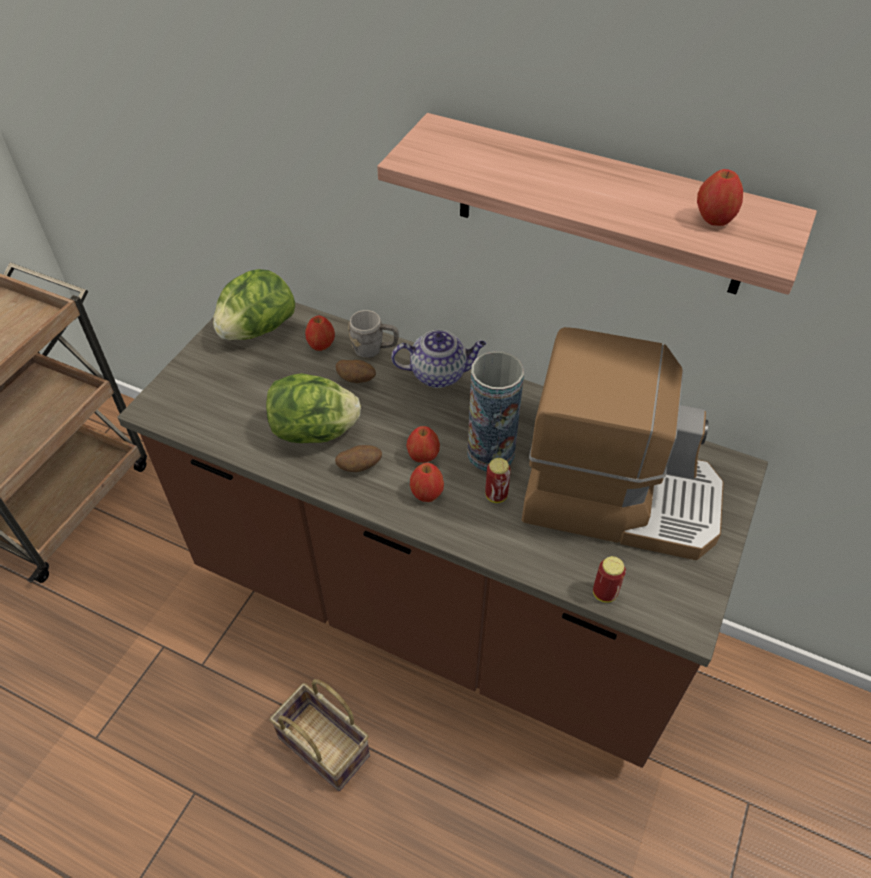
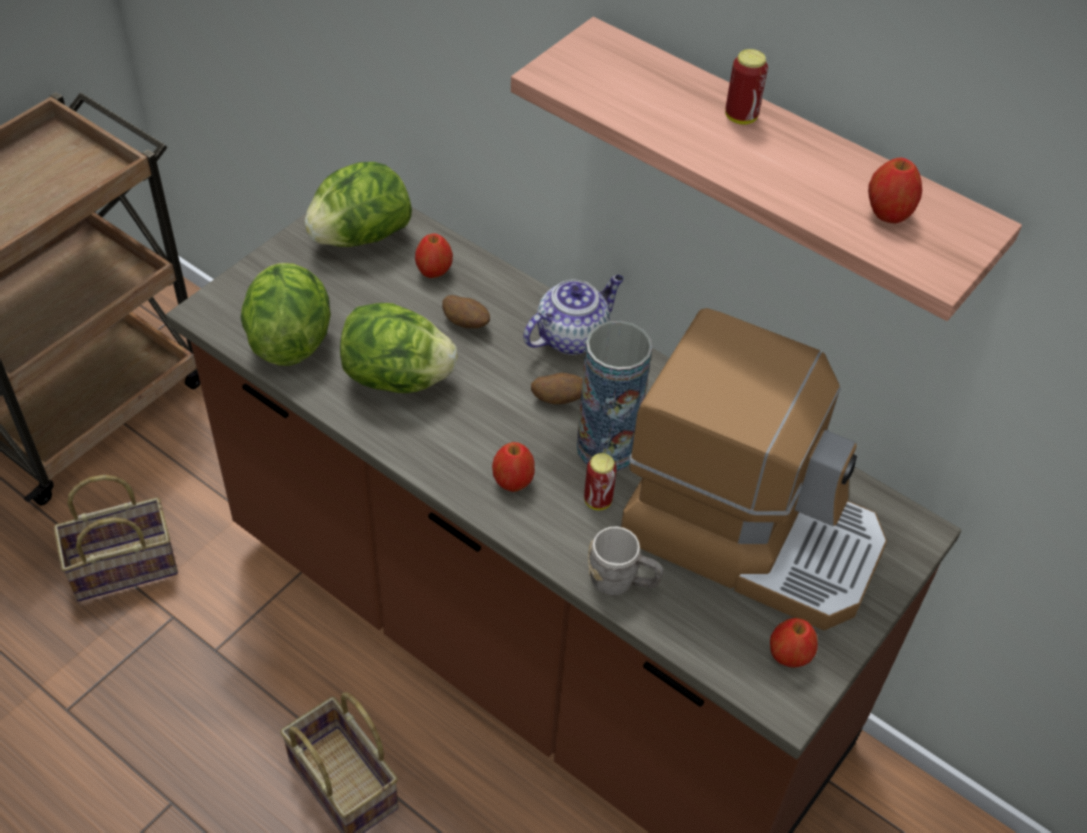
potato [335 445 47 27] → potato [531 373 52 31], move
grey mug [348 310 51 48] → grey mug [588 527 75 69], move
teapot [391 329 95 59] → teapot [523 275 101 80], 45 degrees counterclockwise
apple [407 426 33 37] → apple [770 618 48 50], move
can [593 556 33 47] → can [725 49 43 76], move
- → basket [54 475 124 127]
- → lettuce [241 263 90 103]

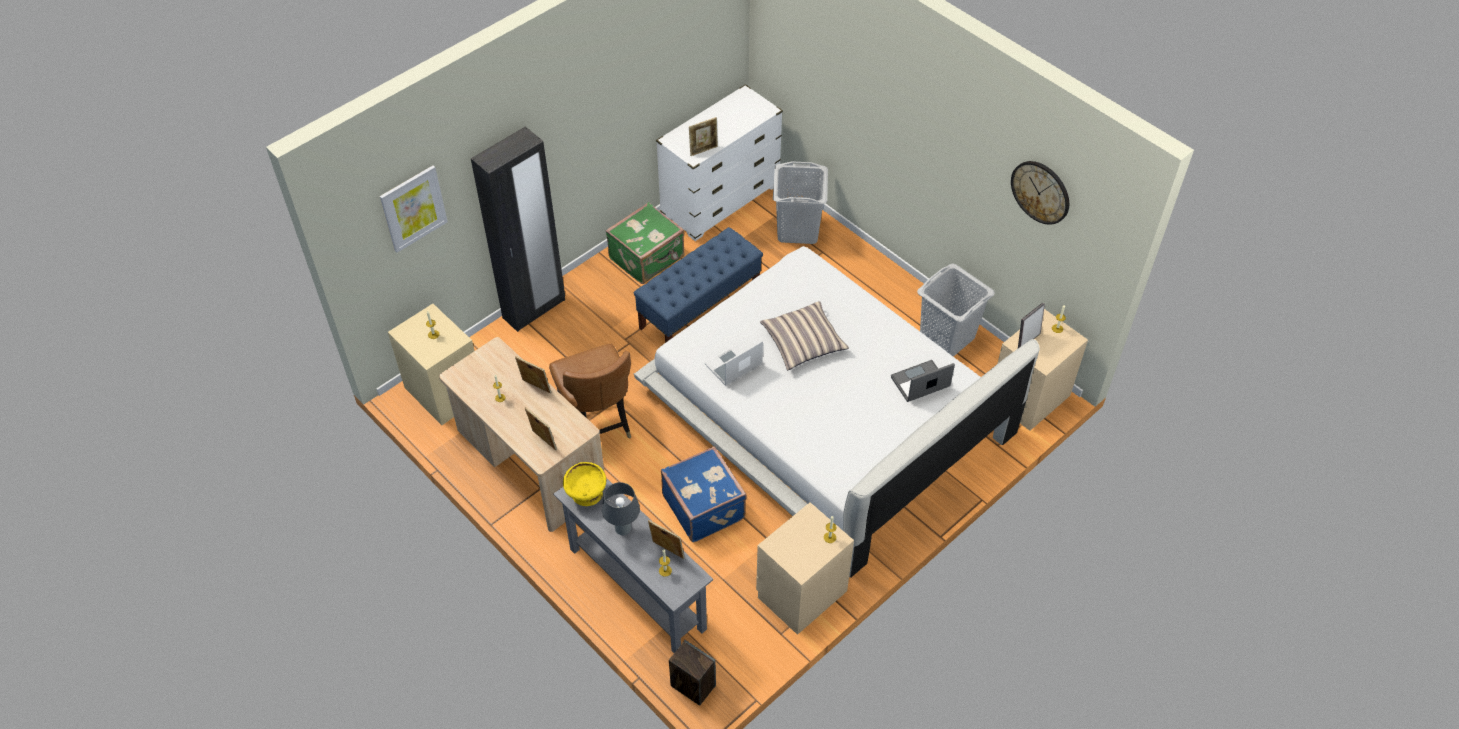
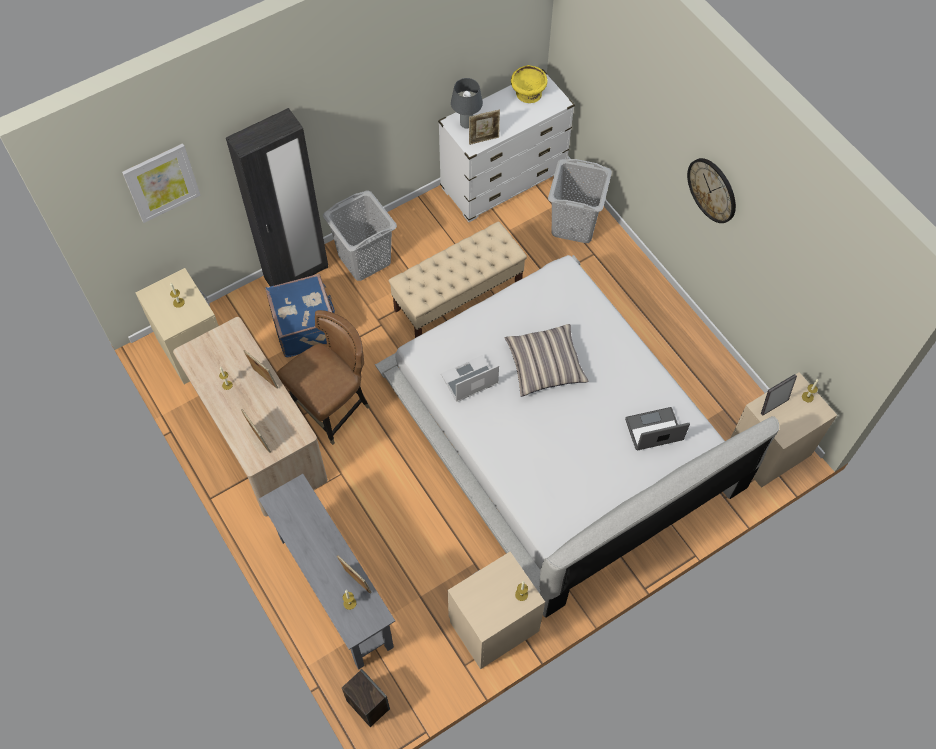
brown chair [549 344 82 95] → brown chair [276 310 94 135], 120 degrees counterclockwise
yellow bowl [563 462 44 44] → yellow bowl [511 65 37 38], move
grey table lamp [602 482 38 53] → grey table lamp [451 78 32 51], move
green suitcase [606 202 78 82] → -
blue bench [634 227 129 116] → beige bench [389 221 138 117]
blue suitcase [661 446 86 96] → blue suitcase [265 274 70 84], move
grey laundry basket [917 264 78 93] → grey laundry basket [323 190 74 91], move
wall clock [1011 161 58 64] → wall clock [687 158 49 65], move

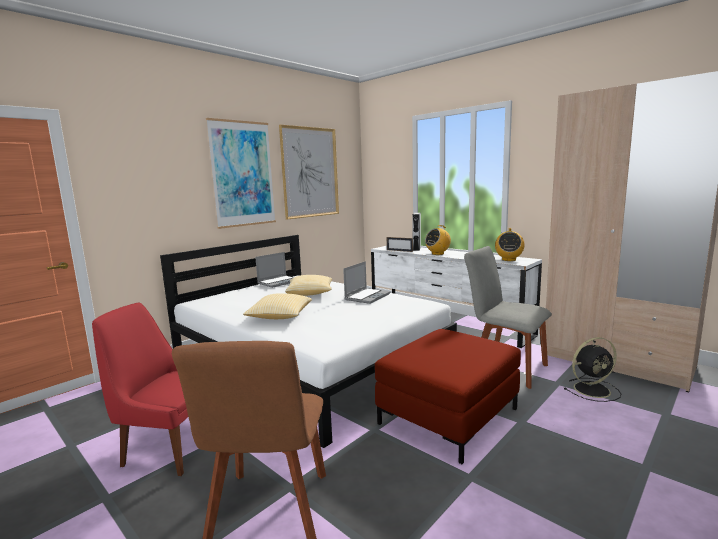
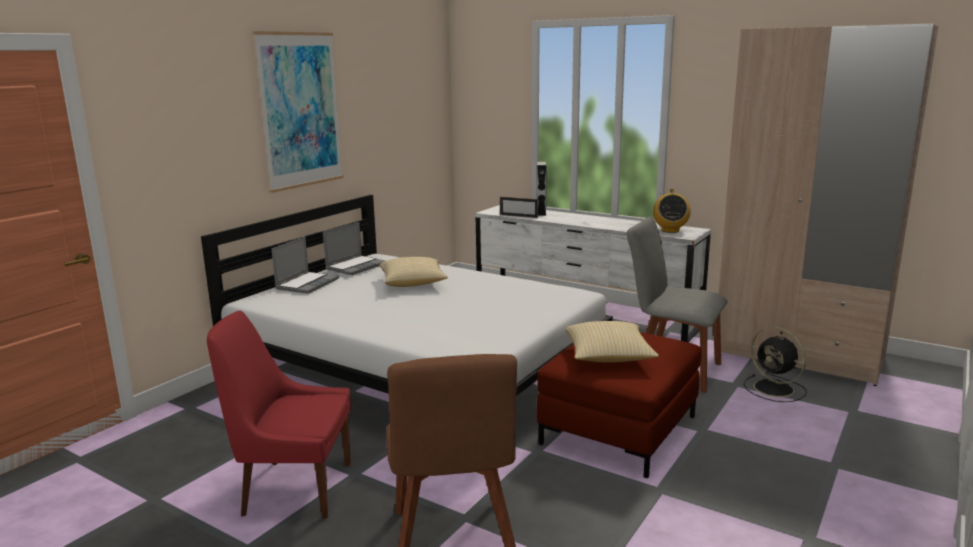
pillow [243 293 69 26] → pillow [565 321 94 41], move
picture [279 125 60 95] → -
laptop [343 261 47 43] → laptop [271 236 68 58], move
radio [425 225 26 30] → -
black fan [564 337 57 65] → black fan [744 327 63 75], 75 degrees clockwise

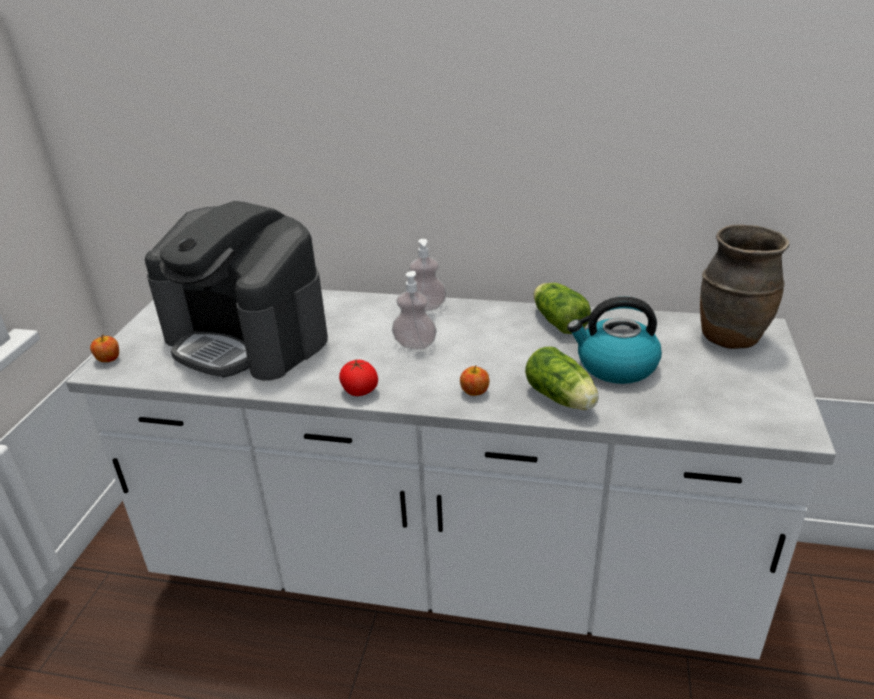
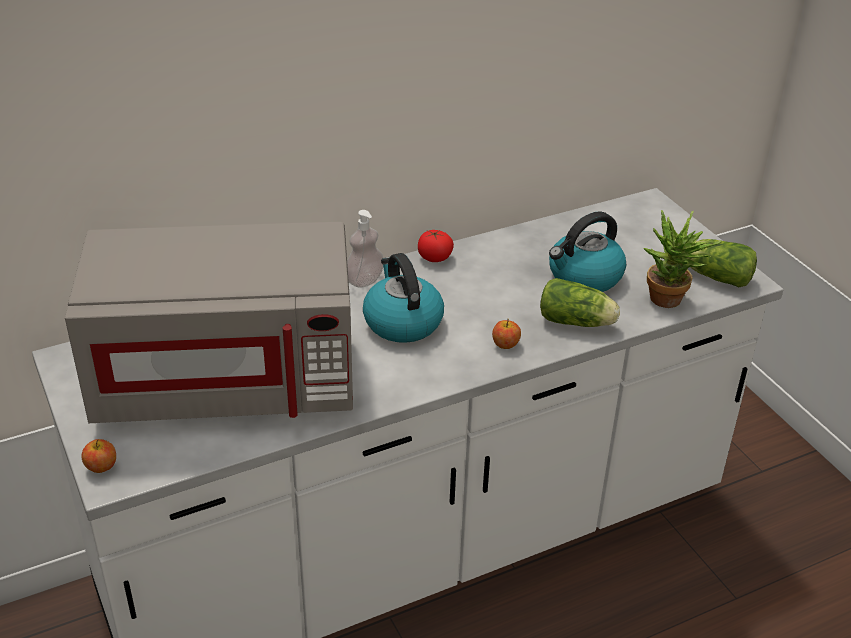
coffee machine [145 201 183 180] → grey microwave [65 222 288 201]
tomato [339 360 39 36] → tomato [418 230 36 32], move
soap dispenser [392 271 45 79] → kettle [363 253 81 90]
lettuce [533 283 58 51] → lettuce [687 239 70 48], move
brown vase [700 225 89 124] → -
- → potted plant [643 210 79 98]

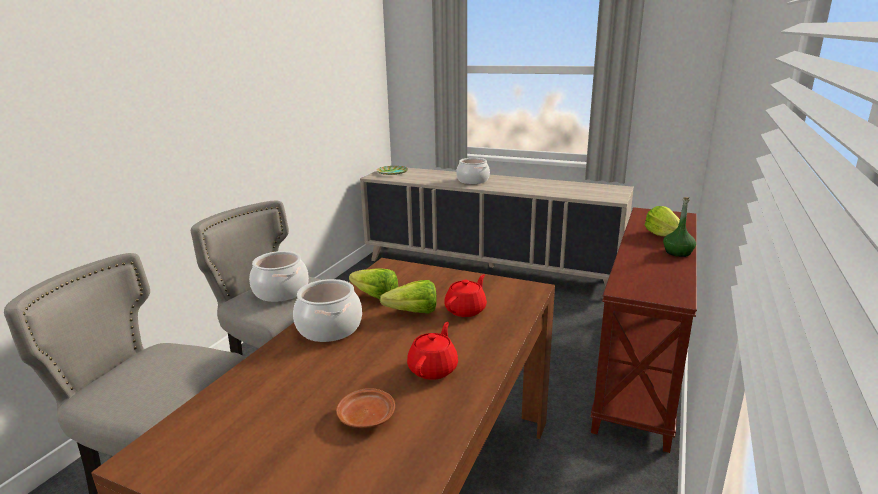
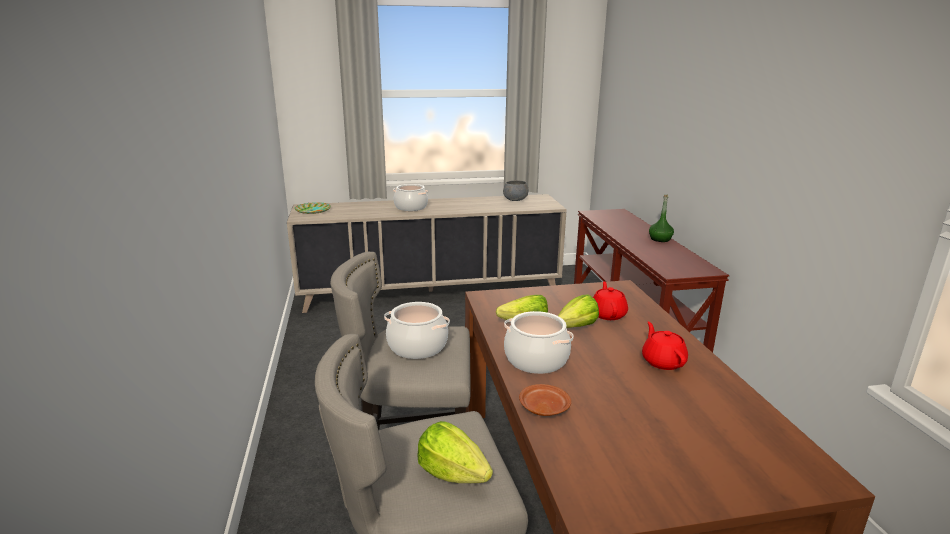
brown plate [336 388 59 40] → brown plate [519 384 52 32], move
lettuce [645 206 35 30] → lettuce [417 421 76 62], move
- → grey bowl [503 180 25 21]

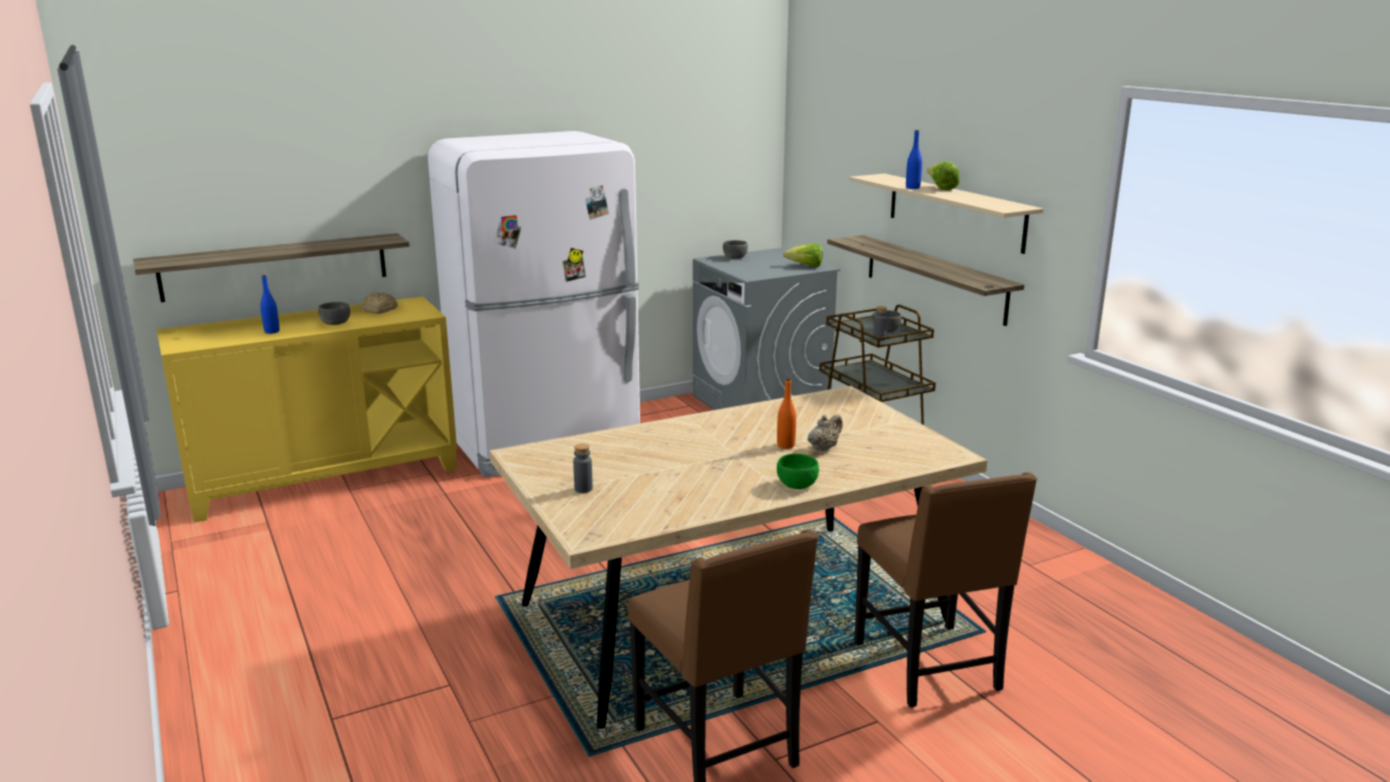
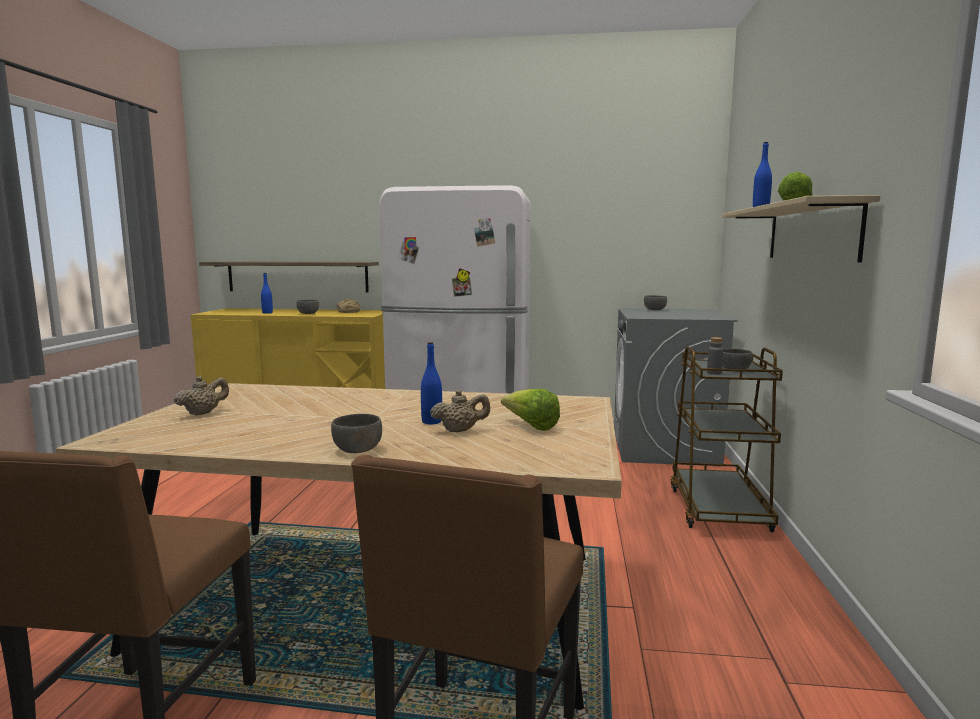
grey bottle [573 443 20 50] → beige teapot [174 376 55 40]
orange bottle [777 378 19 71] → blue bottle [421 342 21 82]
green bowl [777 454 42 35] → grey bowl [331 414 51 39]
lettuce [783 243 40 24] → lettuce [501 389 59 42], move
shelf [827 235 197 91] → -

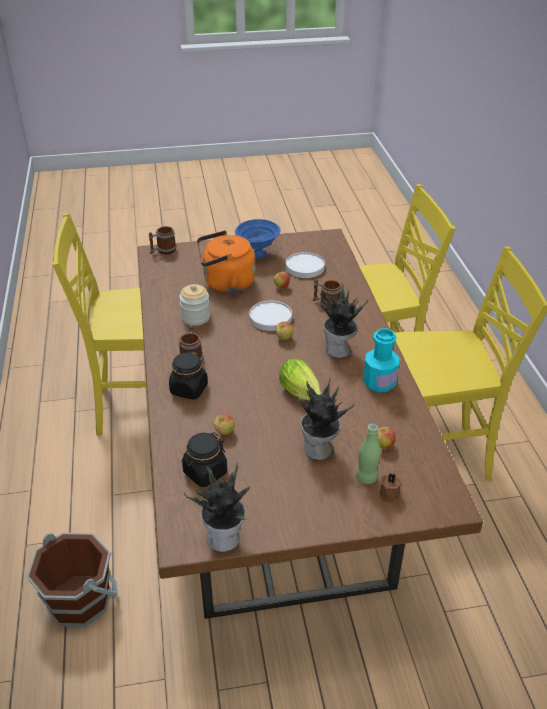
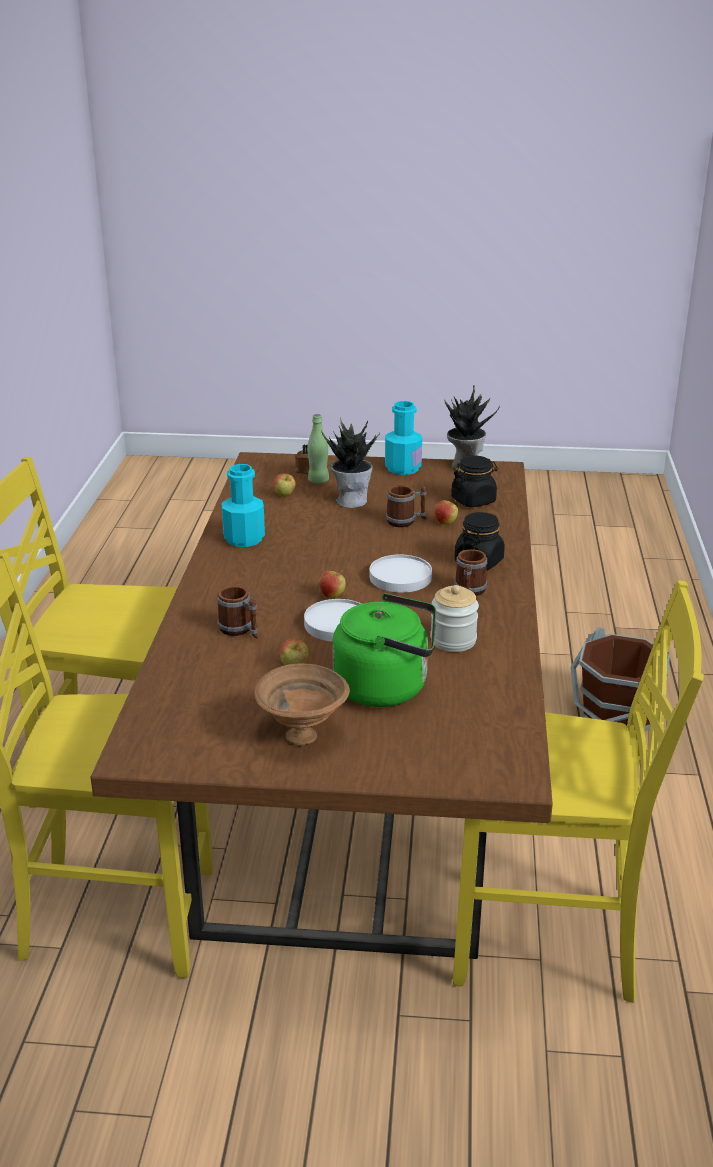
mug [149 226 28 28] → mug [386 486 41 41], move
orange kettle [197 230 59 63] → green kettle [332 593 104 114]
blue bowl [235 219 46 40] → brown bowl [254 664 96 81]
lettuce [279 359 42 42] → -
white plate [286 252 39 26] → white plate [370 555 62 38], move
potted plant [320 285 48 73] → -
- → turquoise bottle [385 401 37 74]

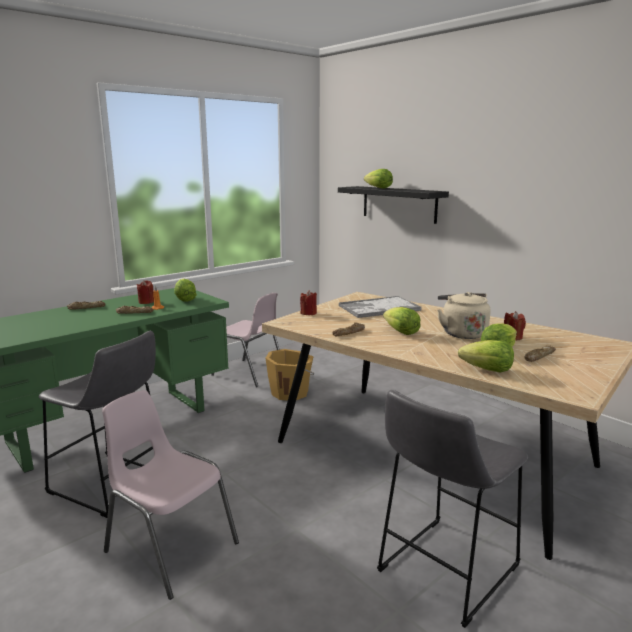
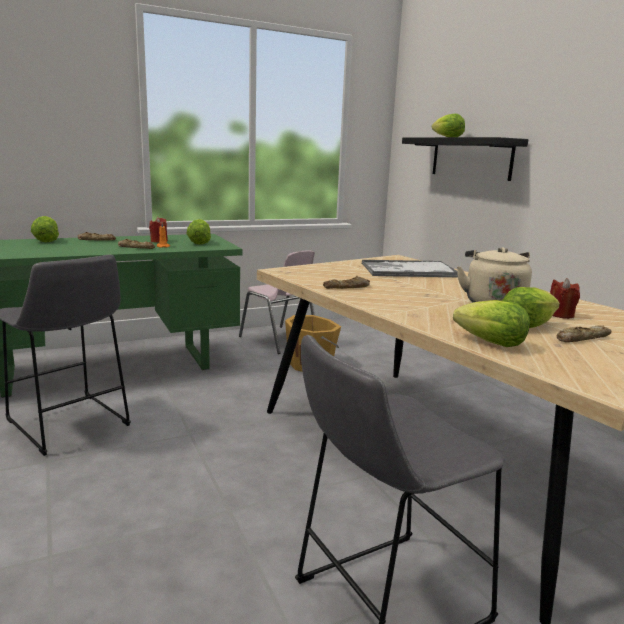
pink chair [102 390 137 210] → -
red candle [300 290 17 25] → -
lettuce [383 307 38 28] → lettuce [31 216 28 27], move

